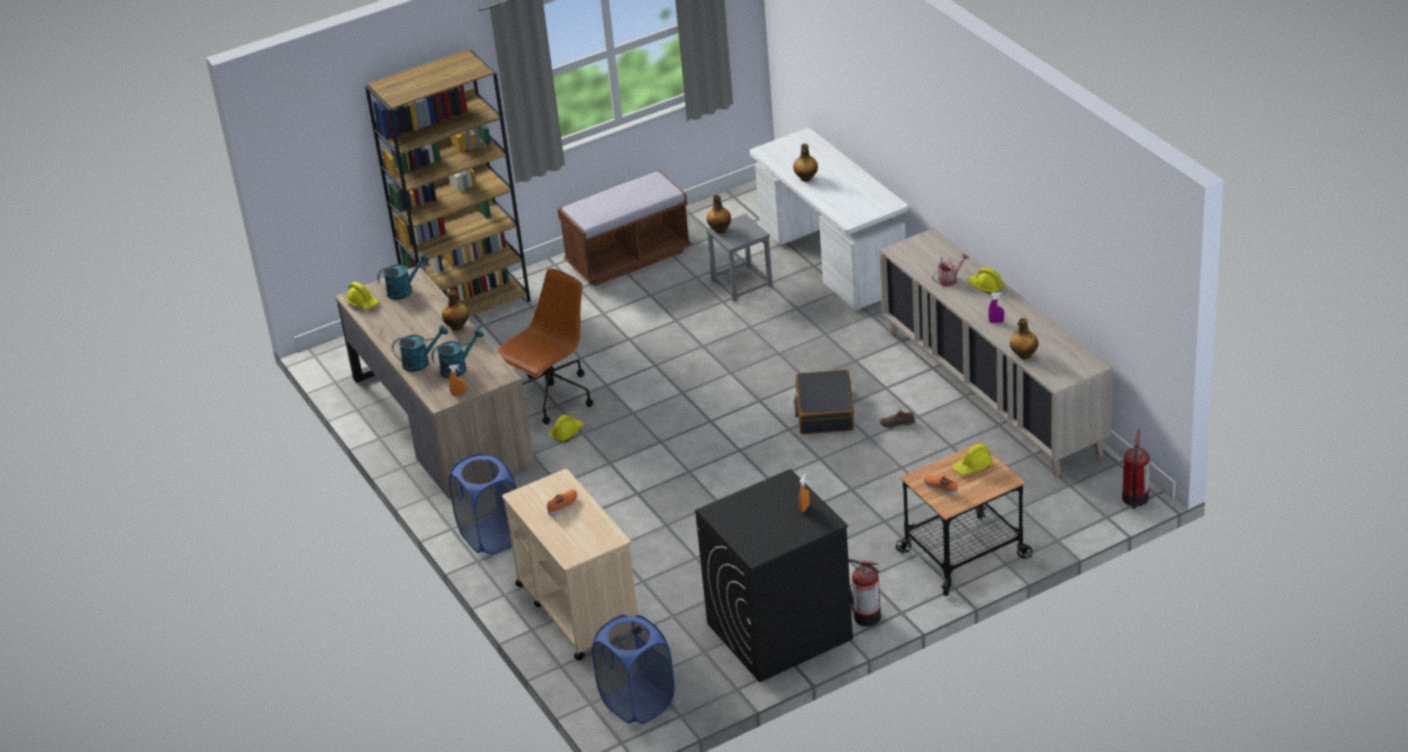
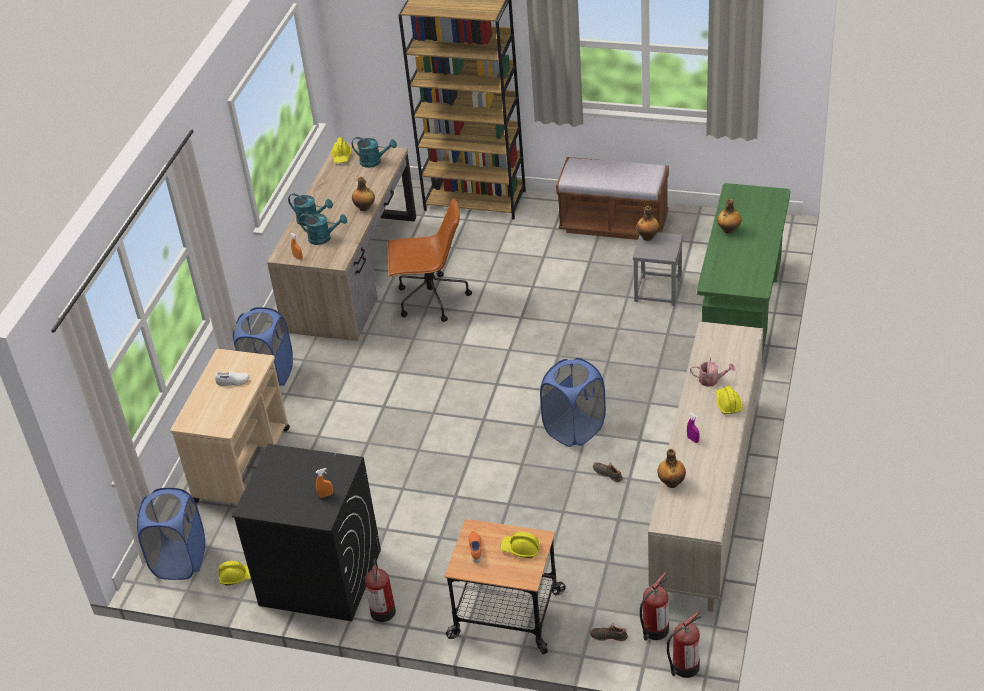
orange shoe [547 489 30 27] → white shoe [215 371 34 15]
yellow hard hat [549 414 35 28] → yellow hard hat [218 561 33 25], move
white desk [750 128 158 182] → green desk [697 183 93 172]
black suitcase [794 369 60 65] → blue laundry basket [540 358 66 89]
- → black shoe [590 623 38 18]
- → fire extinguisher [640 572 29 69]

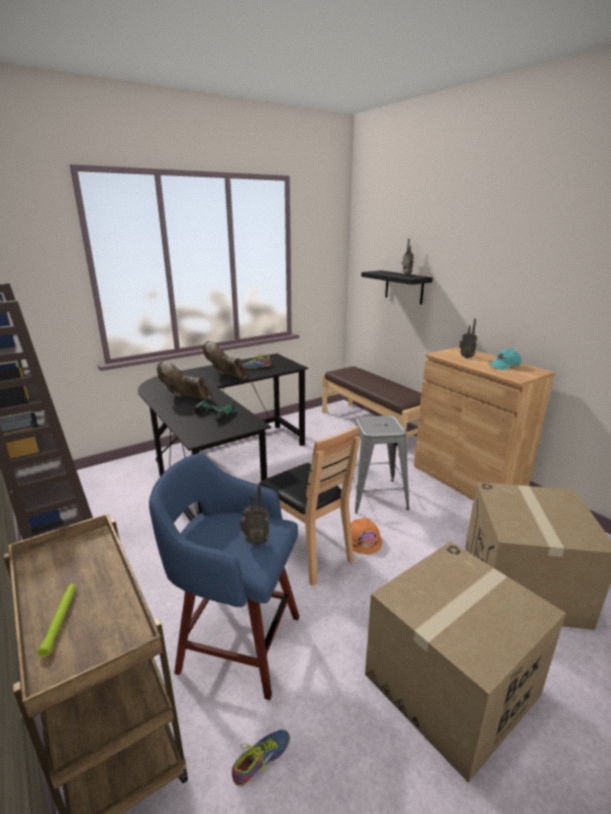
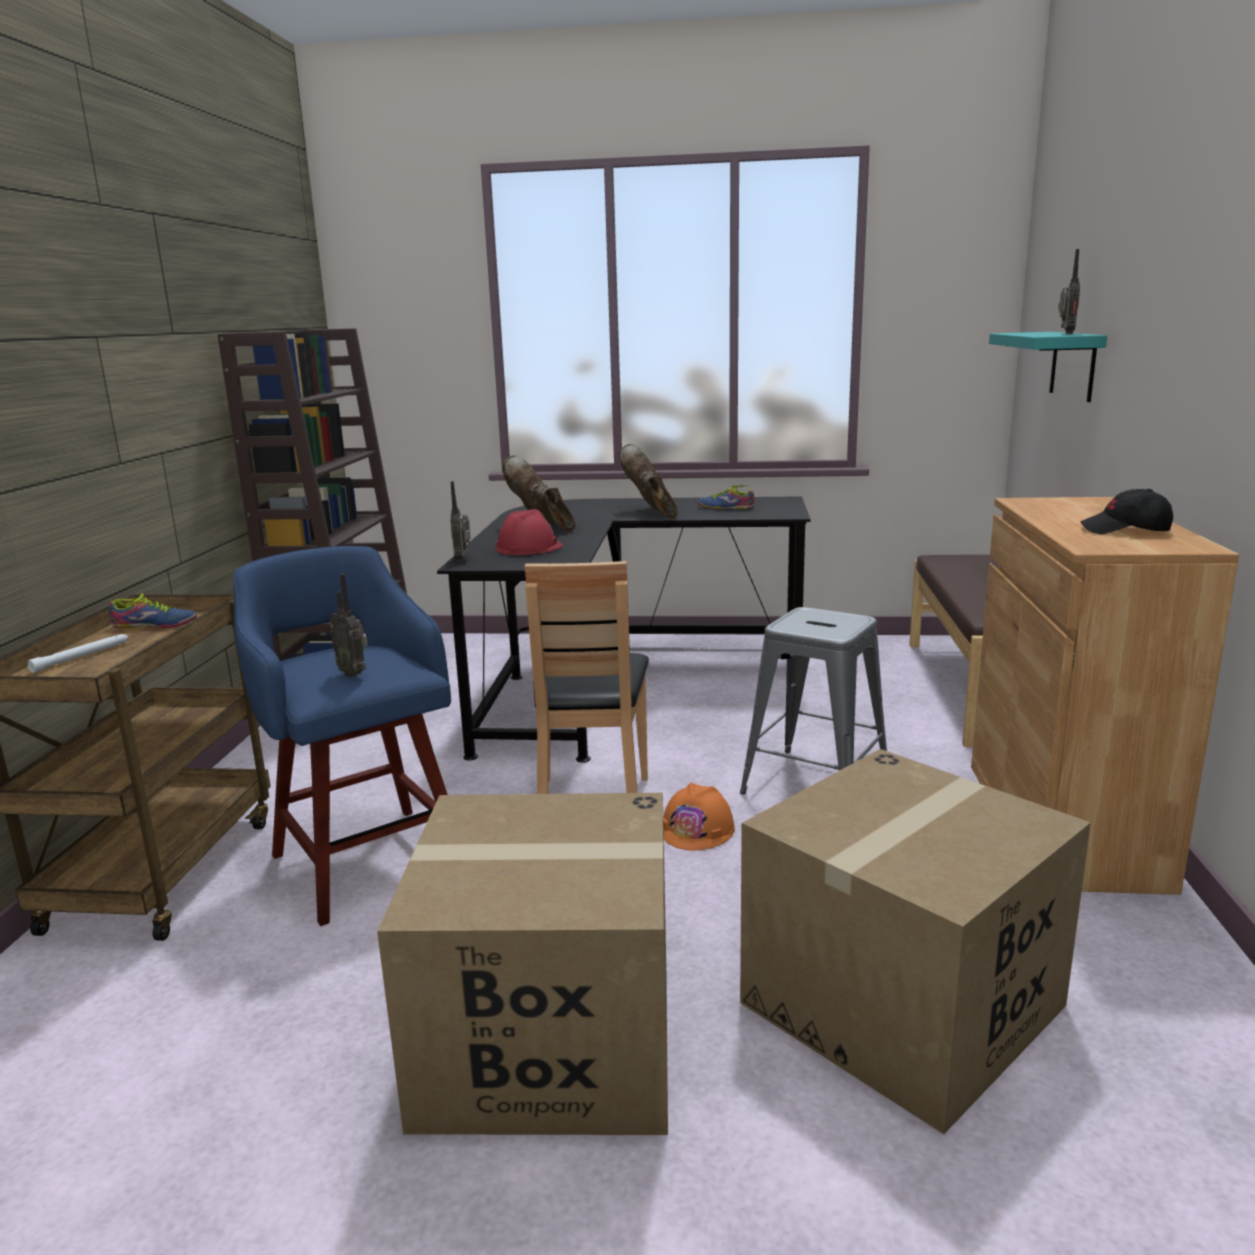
green flashlight [37 584 39 73] → white flashlight [27 634 101 39]
power drill [194 400 41 24] → red hard hat [496 509 67 46]
shoe [232 730 58 56] → shoe [109 593 88 35], move
black shelf [361 270 72 35] → turquoise shelf [989 332 118 70]
radio [459 318 18 41] → radio [451 481 19 80], move
turquoise cap [489 349 32 21] → black cap [1080 489 93 45]

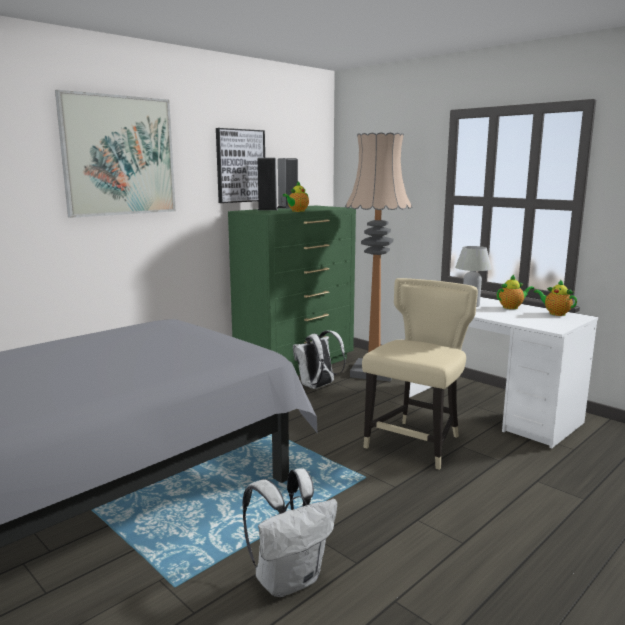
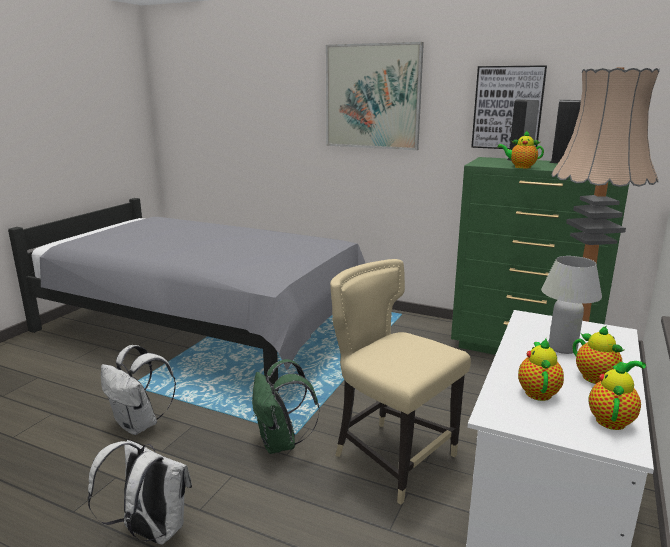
white backpack [293 330 52 59] → white backpack [87 440 105 105], move
beige chair [362 278 116 192] → beige chair [330 259 141 245], 150 degrees counterclockwise
- → green backpack [252 359 68 95]
- → teapot [518 338 46 63]

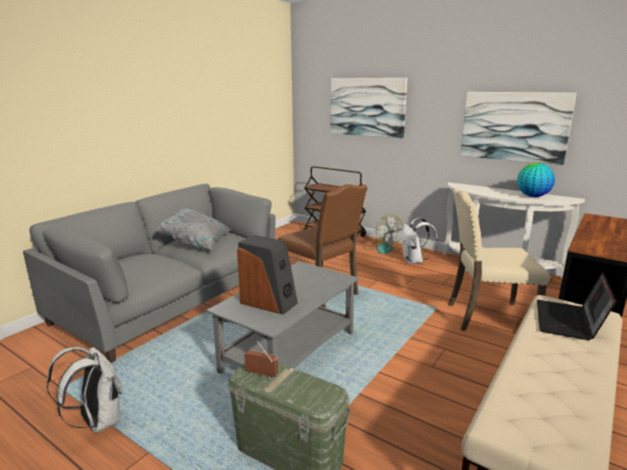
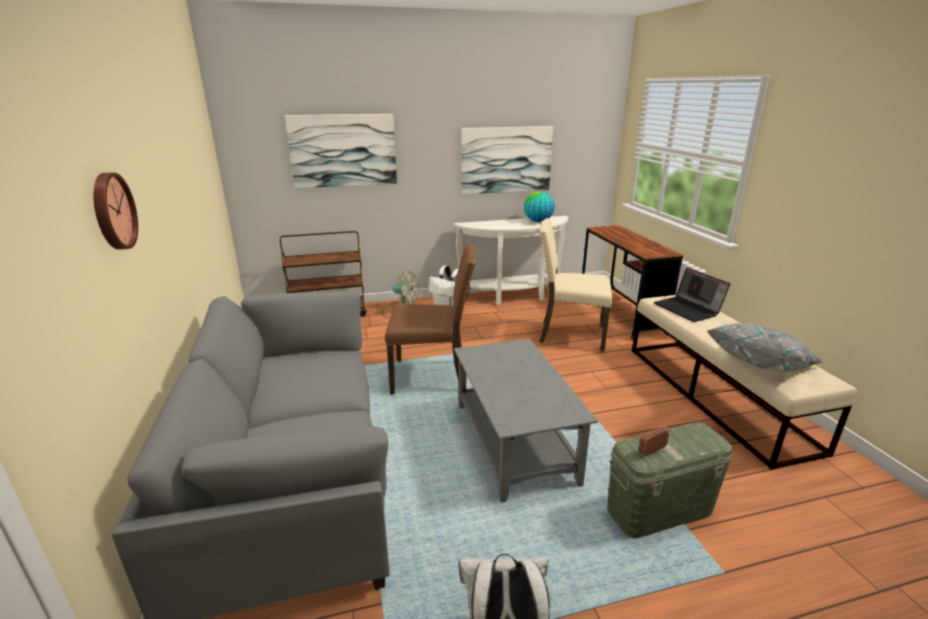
grey pillow [156 208 76 42] → grey pillow [706 323 117 49], move
speaker [237 235 61 80] → -
beige chair [449 189 101 142] → beige chair [539 218 73 134], 60 degrees clockwise
- → wall clock [93 172 45 78]

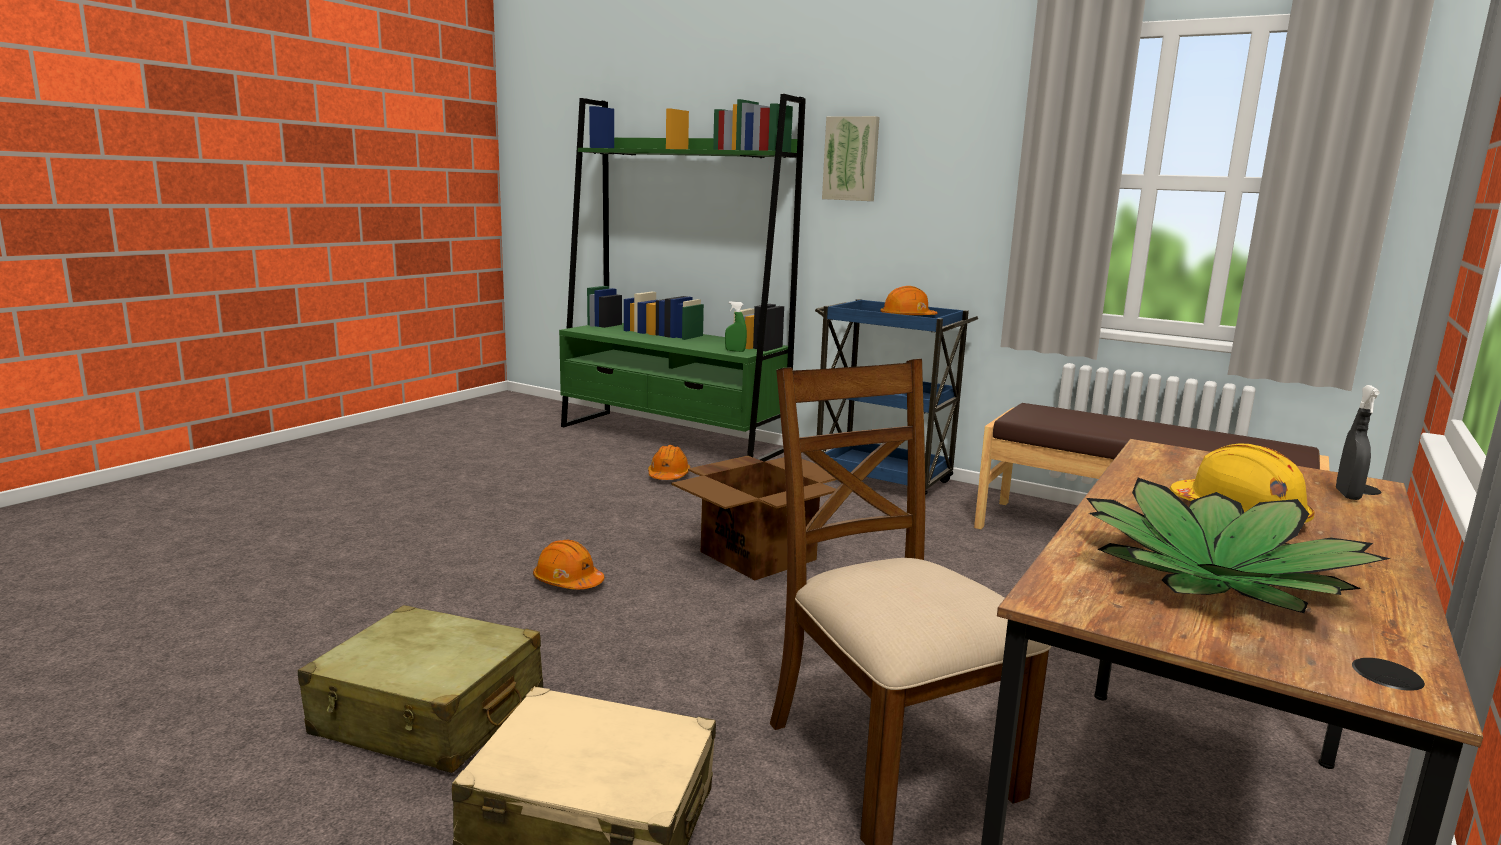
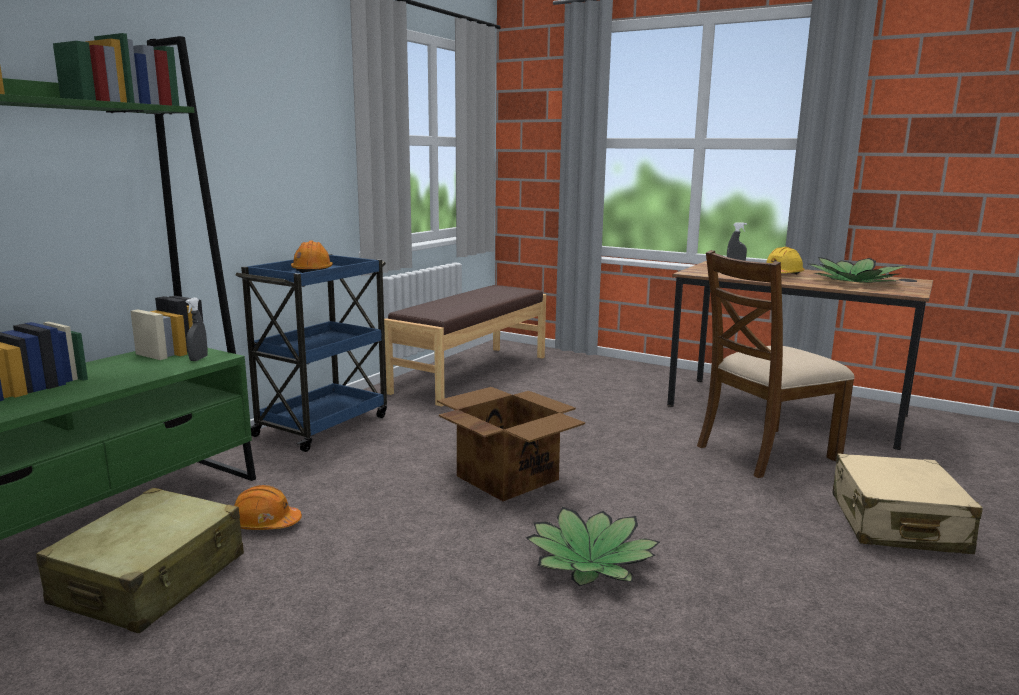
beige suitcase [298 605 245 168] → beige suitcase [36 488 208 145], move
orange hard hat [533 540 72 49] → potted plant [526 507 134 79]
green spray bottle [725 301 22 51] → grey spray bottle [186 297 22 64]
picture [822 116 57 85] → -

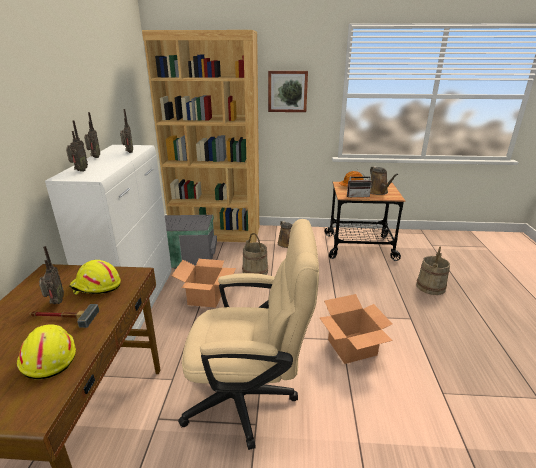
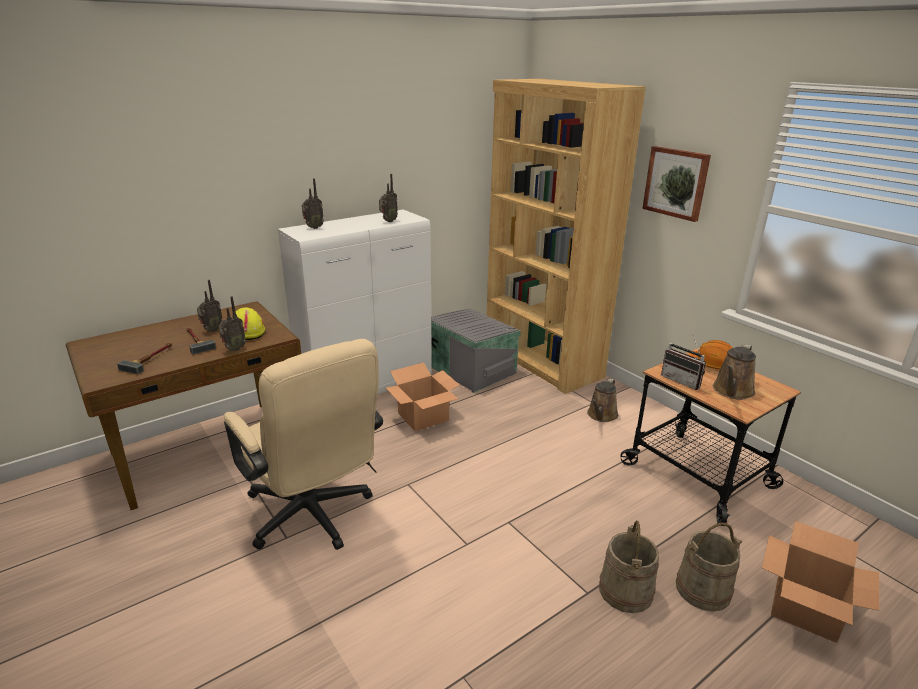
yellow hard hat [17 324 59 56] → hammer [117 343 55 31]
radio [84 112 16 46] → radio [219 296 27 55], move
beige bucket [242 233 26 42] → beige bucket [599 520 60 93], move
cardboard box [319 294 74 70] → cardboard box [762 521 117 122], move

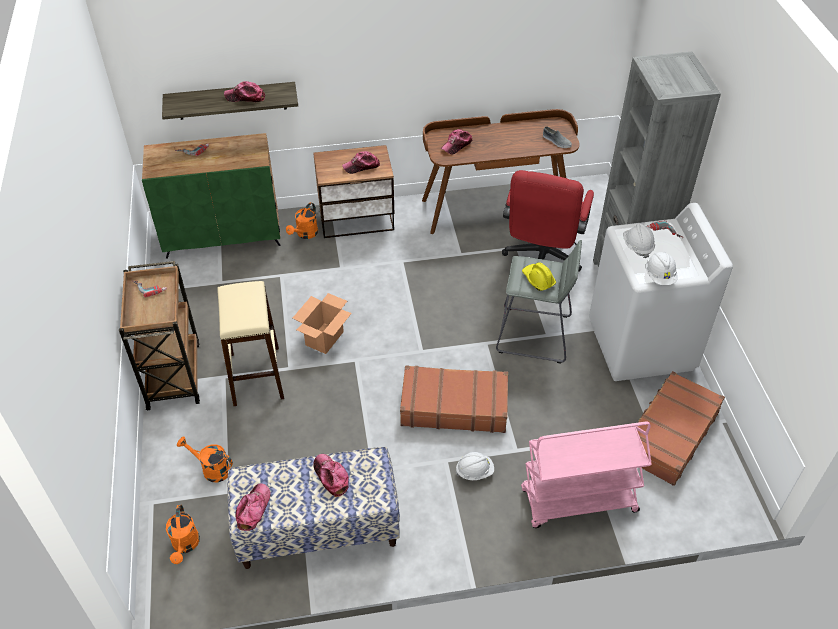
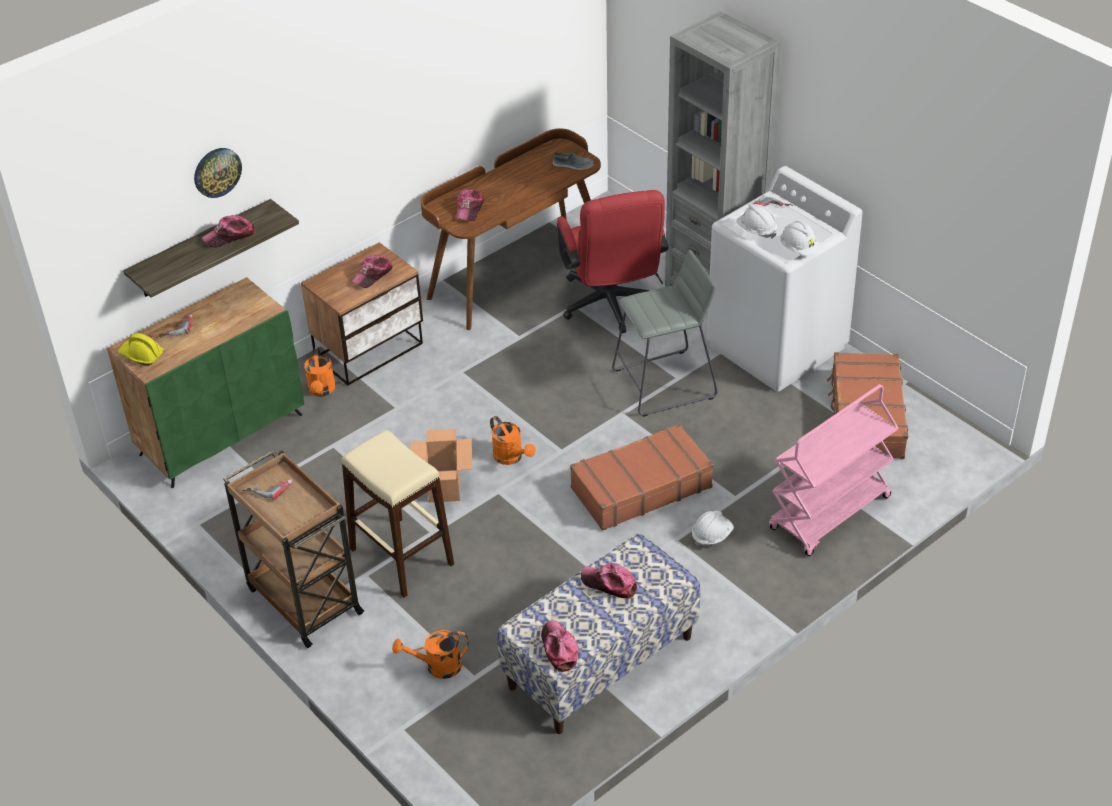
orange watering can [166 505 34 59] → orange watering can [490 416 46 49], move
yellow hard hat [522 262 34 29] → yellow hard hat [118 333 46 33], move
- → wall clock [194 148 48 50]

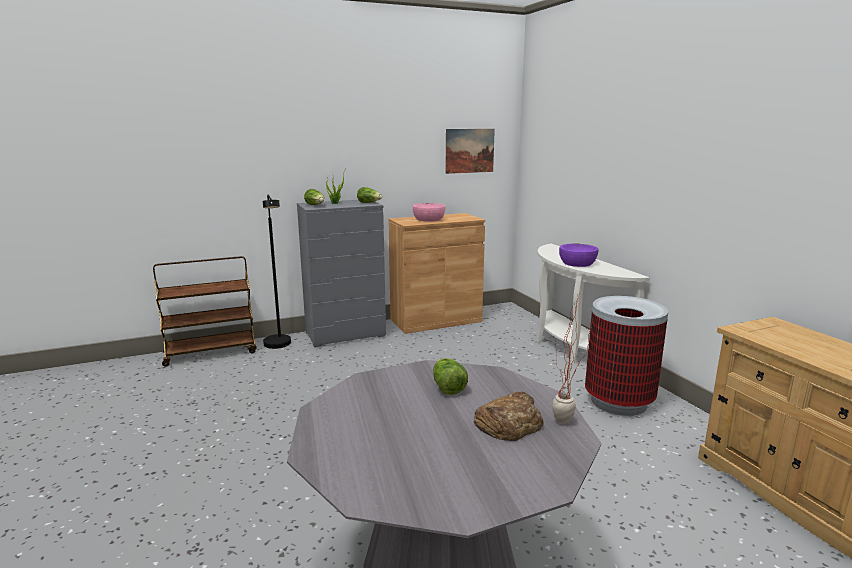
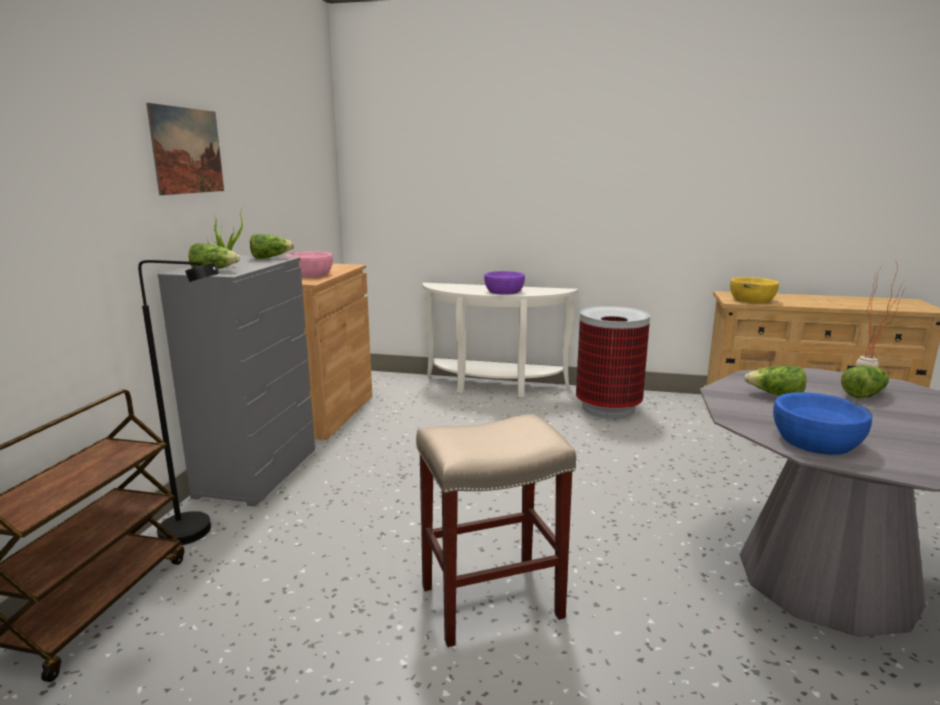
picture [445 129 50 45] → picture [146 103 78 92], move
bread [474 392 70 49] → lettuce [841 365 48 33]
- → beige stool [416 414 160 233]
- → yellow bowl [730 277 49 26]
- → blue bowl [773 392 99 63]

